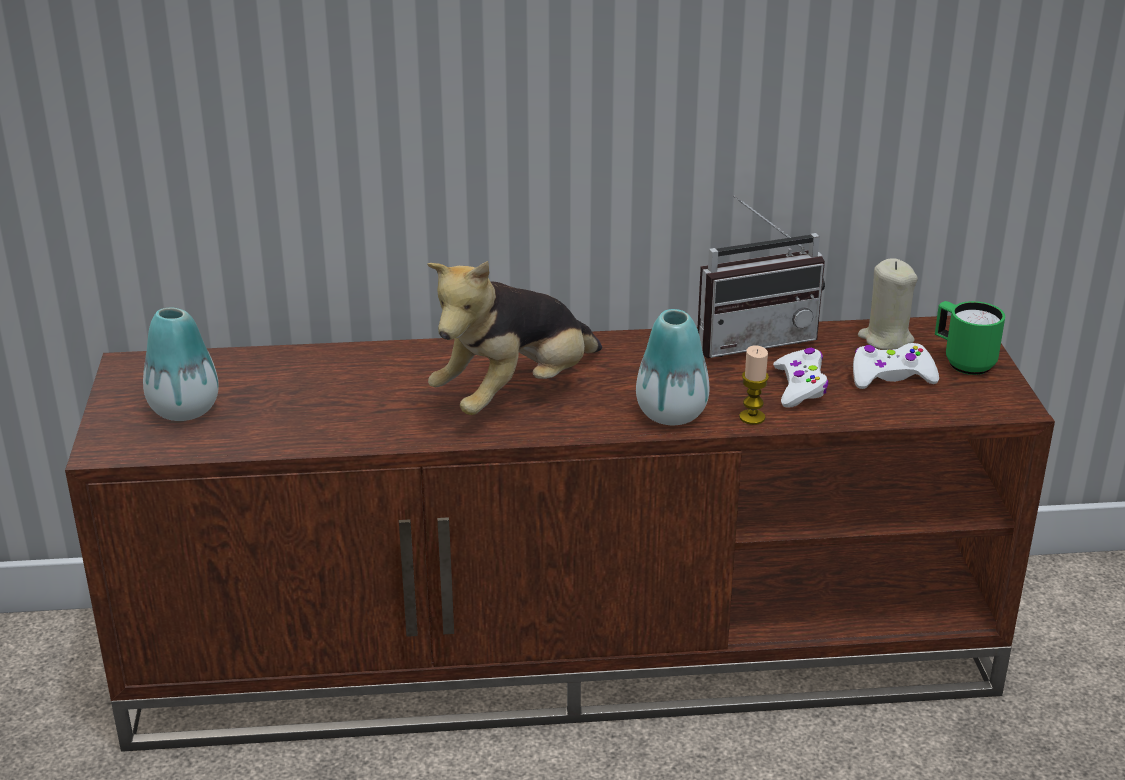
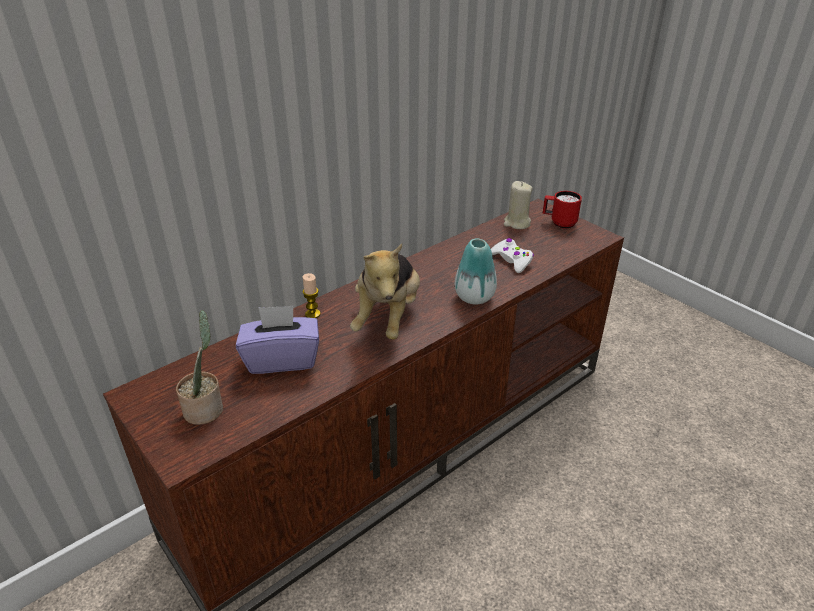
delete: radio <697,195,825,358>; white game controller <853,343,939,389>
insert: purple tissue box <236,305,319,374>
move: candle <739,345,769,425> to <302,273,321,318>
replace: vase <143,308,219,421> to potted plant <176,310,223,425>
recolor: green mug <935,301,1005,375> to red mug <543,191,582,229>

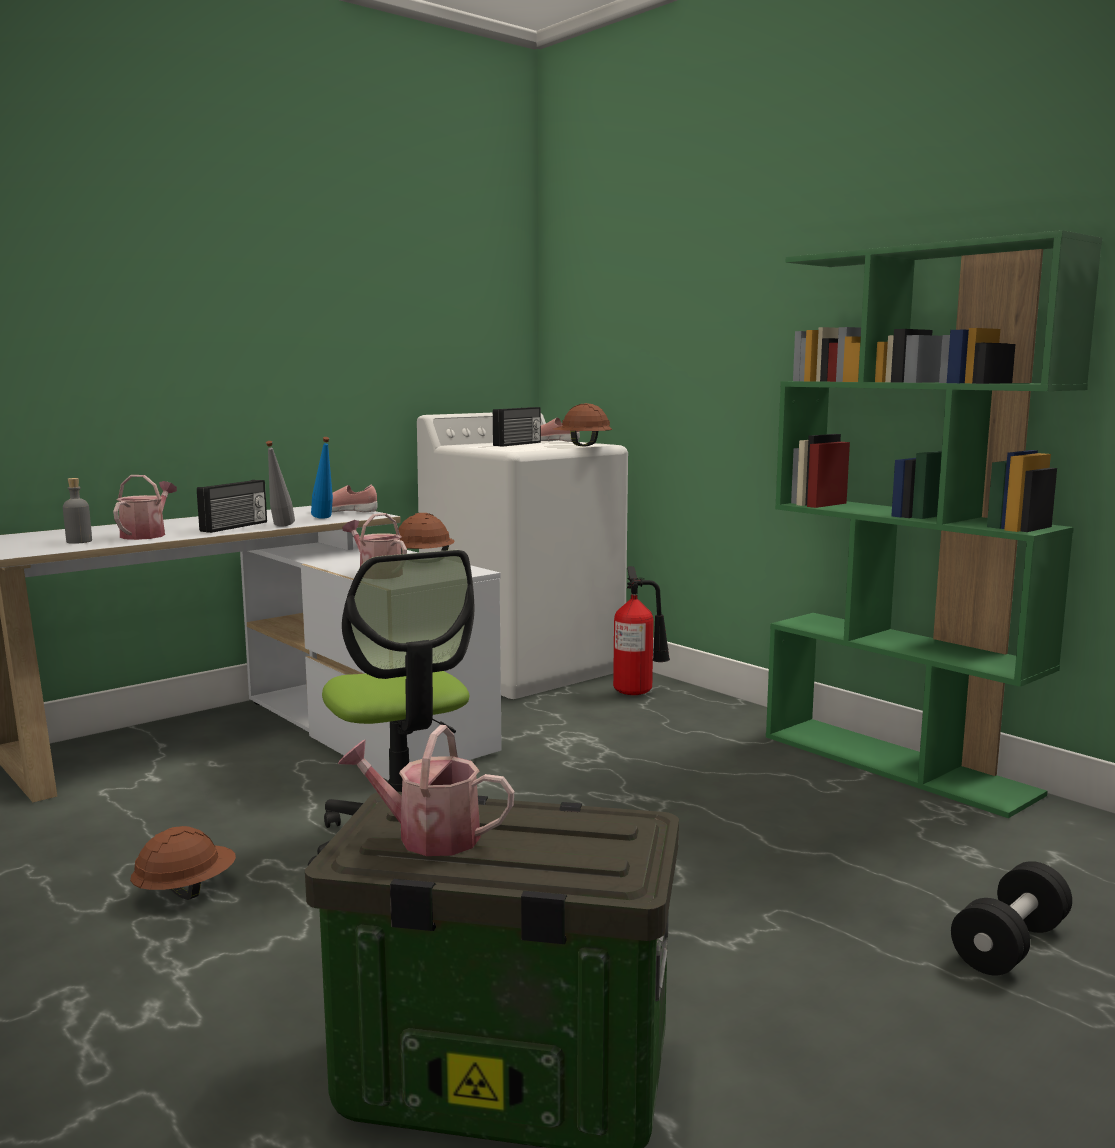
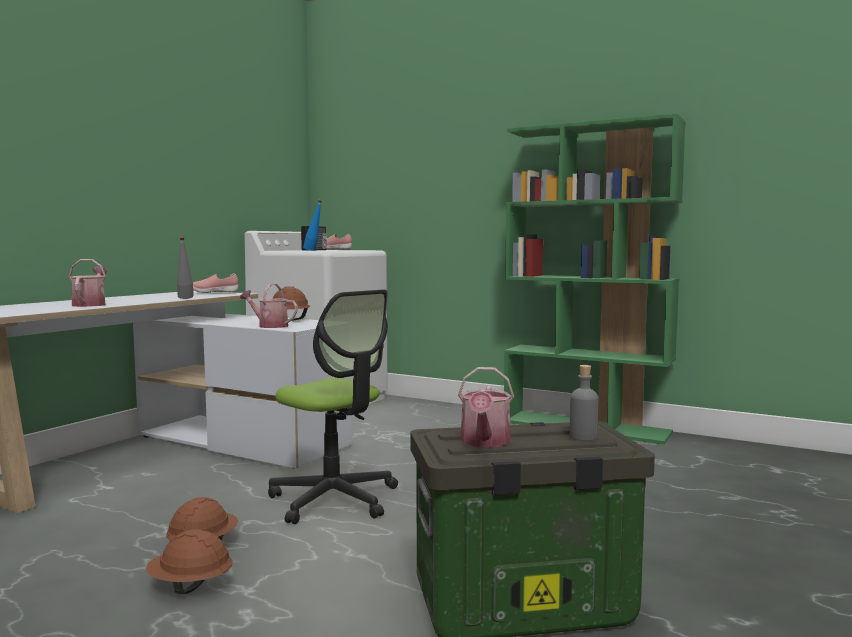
delete: radio <197,480,267,533>; fire extinguisher <613,566,670,695>; black dumbbell <951,861,1072,975>
move: grey bottle <63,478,92,544> to <570,365,598,441>; blue bottle <311,437,333,519> to <303,200,322,251>; brown hard hat <553,403,612,447> to <146,529,233,594>
rotate: watering can <338,725,515,856> = <458,367,514,447> 75 degrees counterclockwise

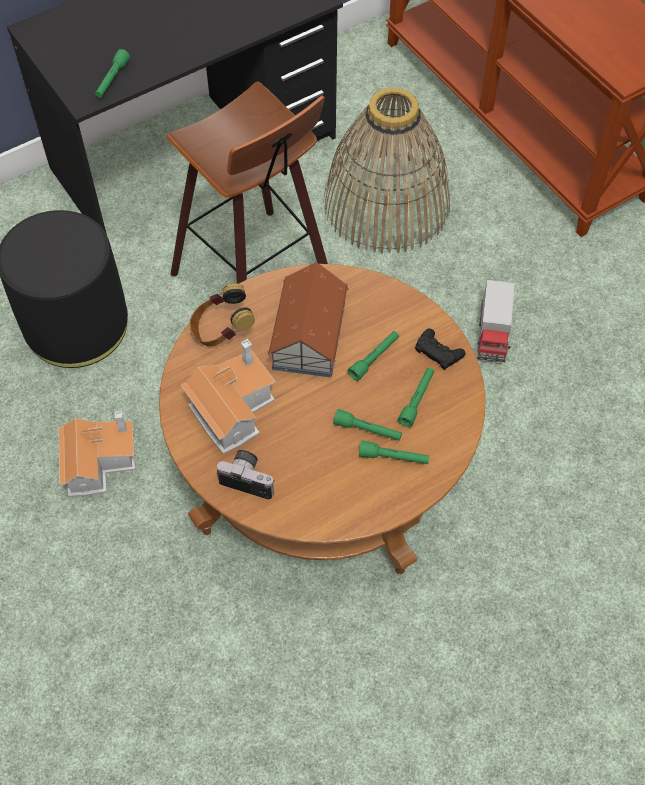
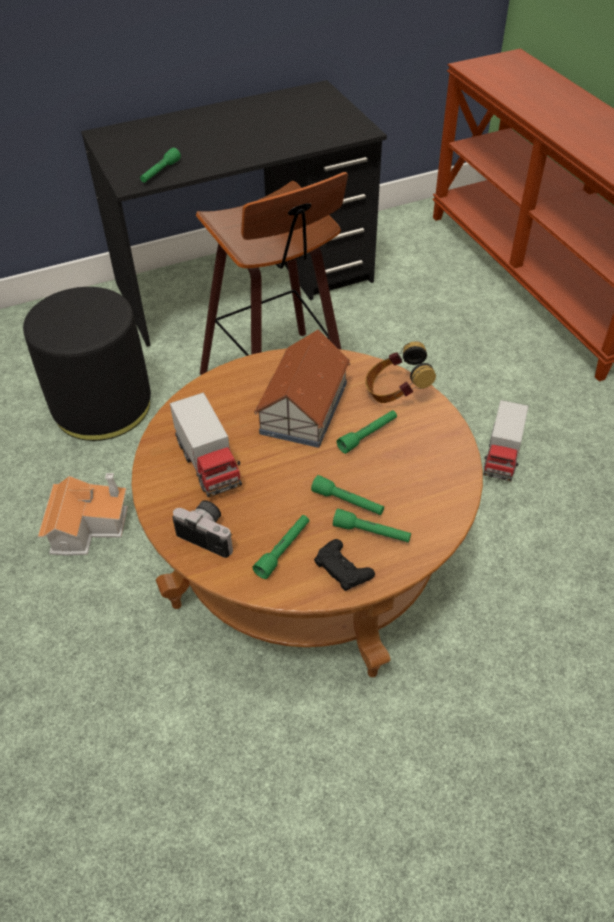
delete: basket <323,87,450,254>
move: headphones <189,283,255,347> to <365,341,436,403>; green flashlight <398,368,434,427> to <252,515,309,579>; black game controller <415,328,466,370> to <314,539,375,591>
replace: toy house <181,339,276,454> to toy truck <170,392,242,497>

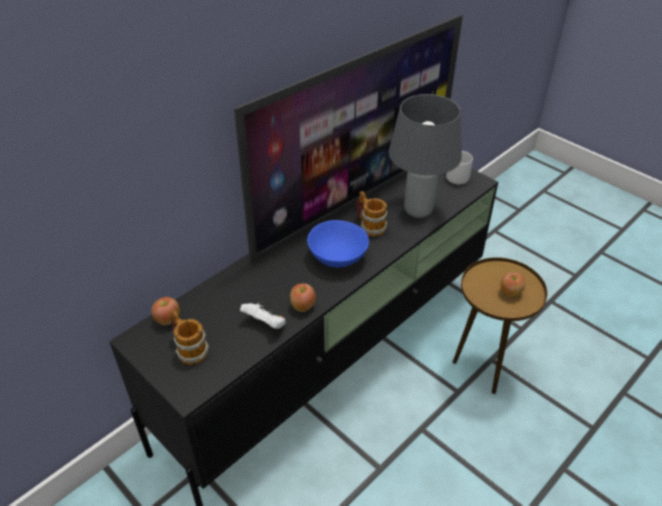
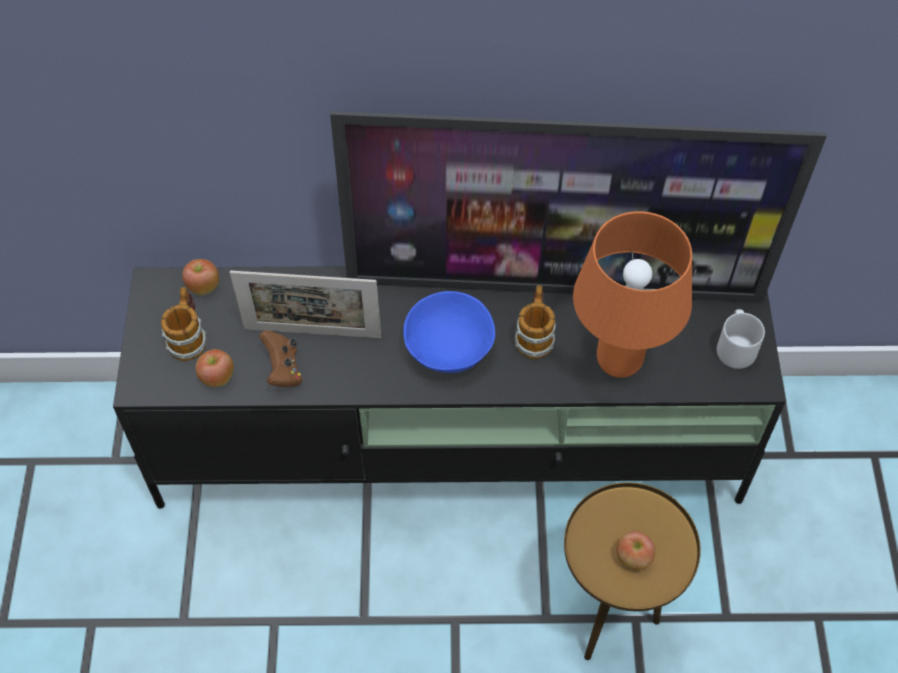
insert: picture frame <230,271,381,338>
move: apple <290,283,316,312> to <195,349,234,387>
recolor: white game controller <240,302,286,329> to brown game controller <259,330,302,387>; grey table lamp <389,94,462,218> to orange table lamp <573,211,692,378>

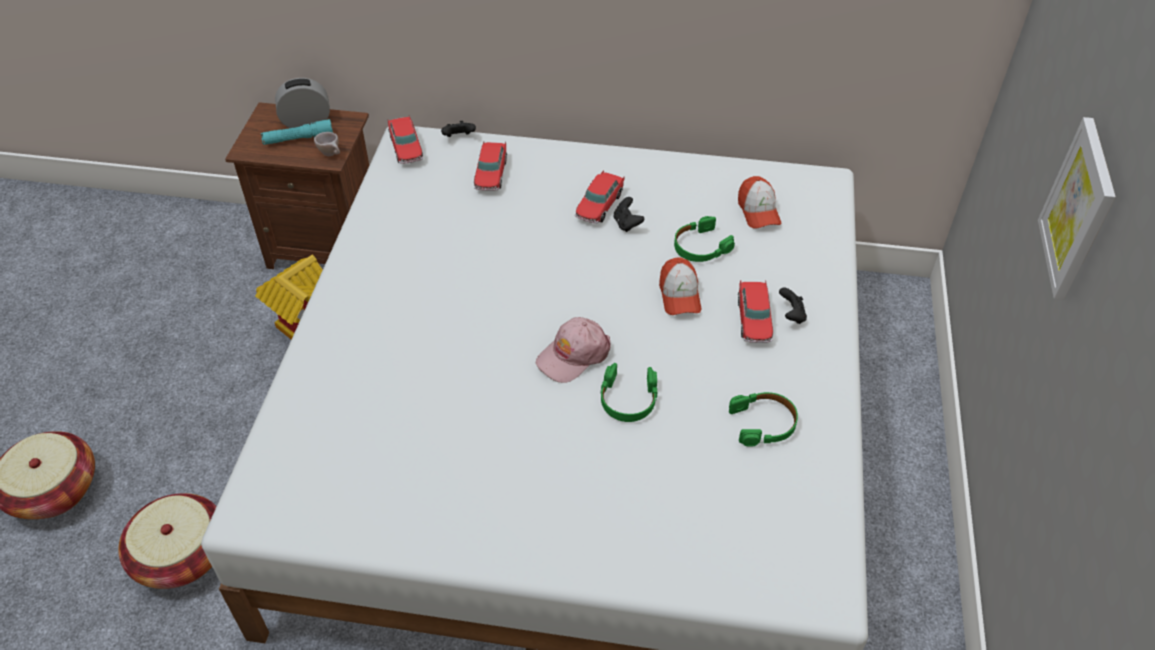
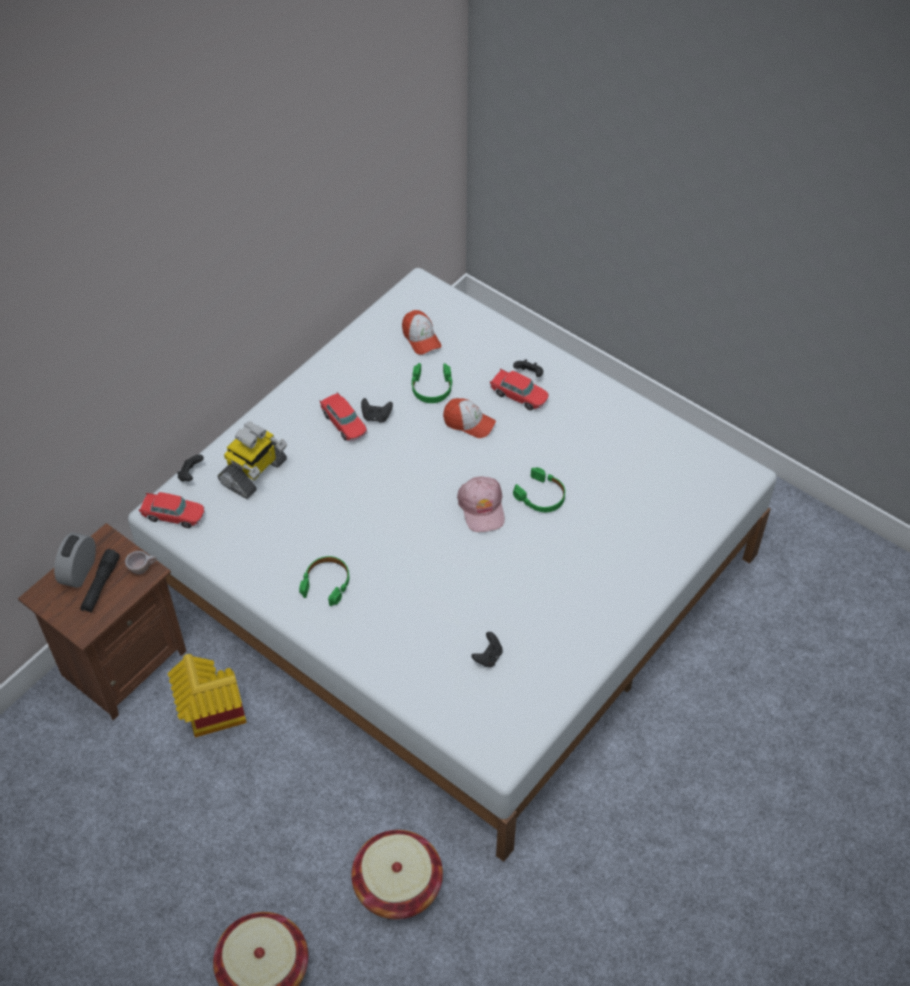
delete: picture <1038,117,1116,300>
insert: black game controller <471,632,503,668>
move: green headphones <729,392,798,447> to <299,556,349,606>
replace: toy car <474,141,507,191> to toy robot <218,421,287,499>
recolor: turquoise flashlight <261,119,333,145> to black flashlight <80,549,120,613>
rotate: cap <738,176,781,228> = <402,310,441,355> 45 degrees clockwise

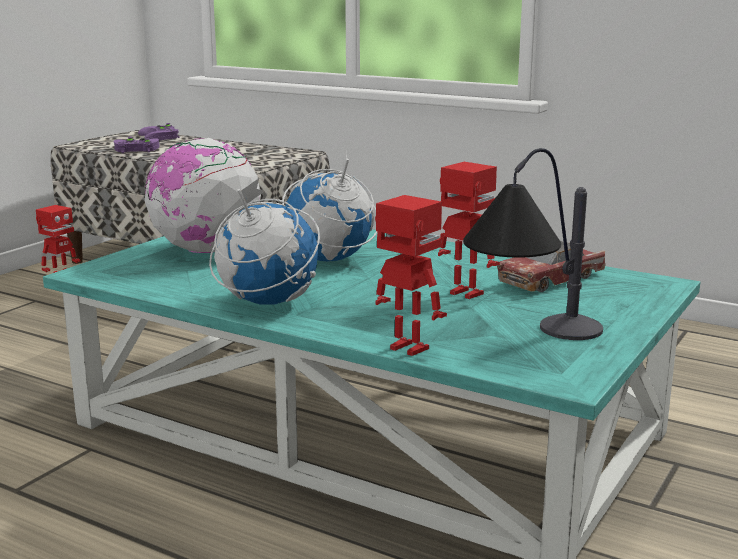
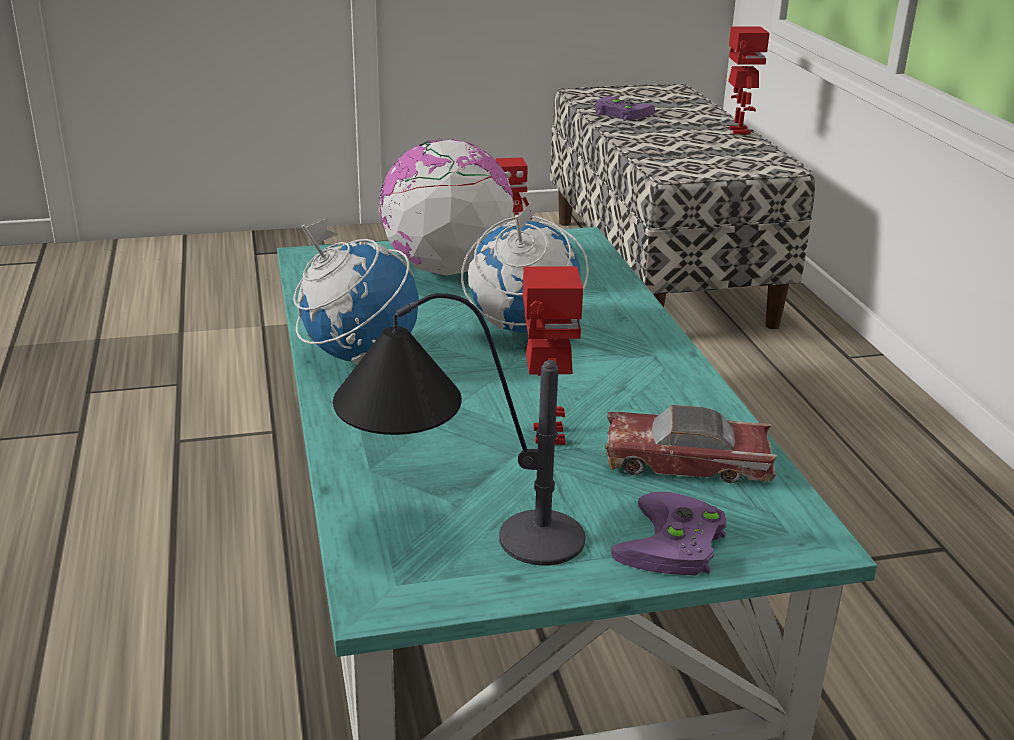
move: purple game controller <138,123,179,140> to <611,492,726,576>; toy robot <375,195,447,356> to <728,26,770,135>

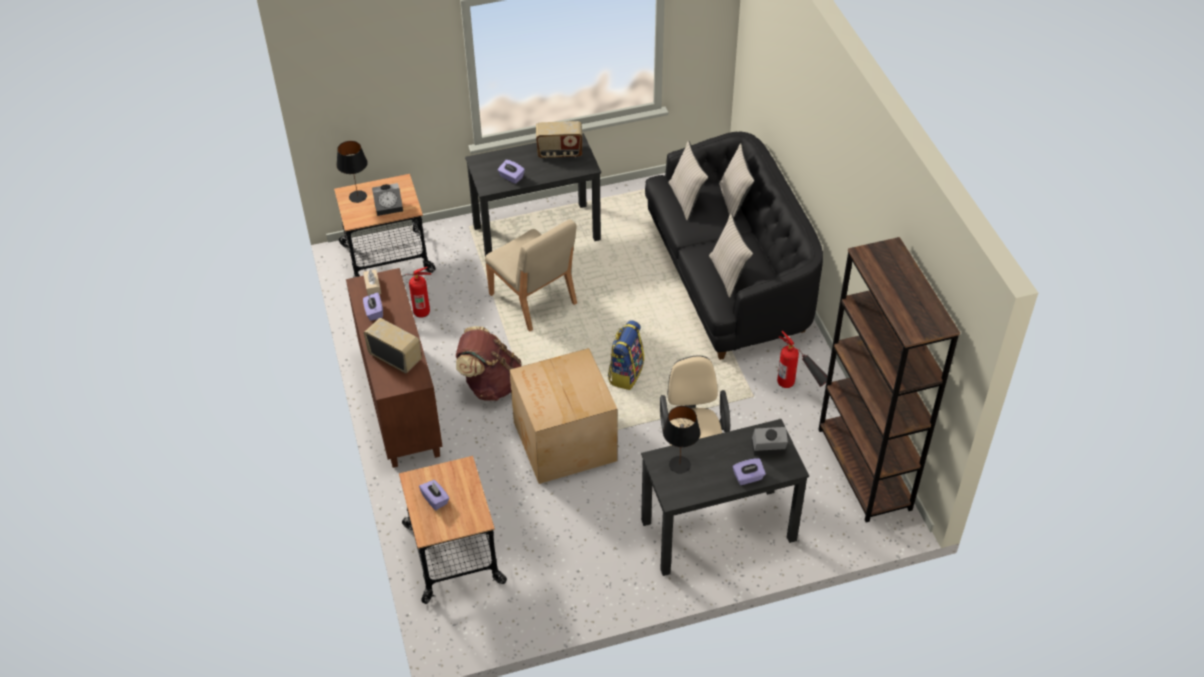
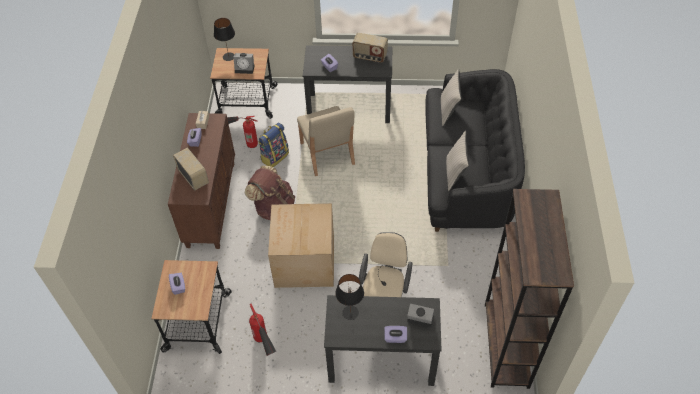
delete: beige pillow <719,143,755,218>
move: backpack <608,320,644,390> to <258,123,289,167>; fire extinguisher <777,331,827,388> to <249,303,276,356>

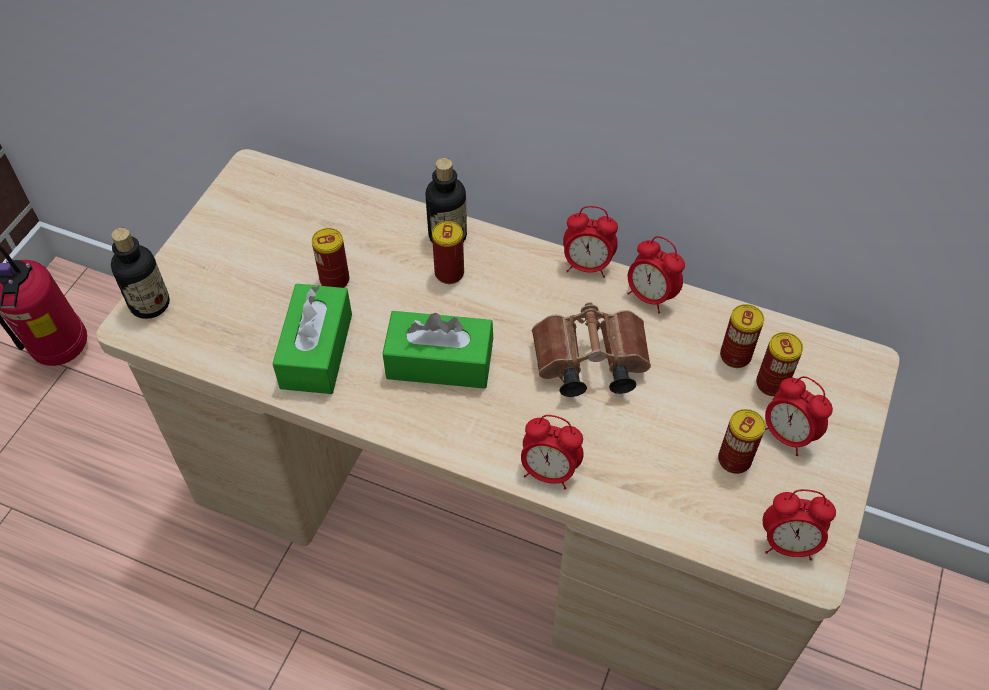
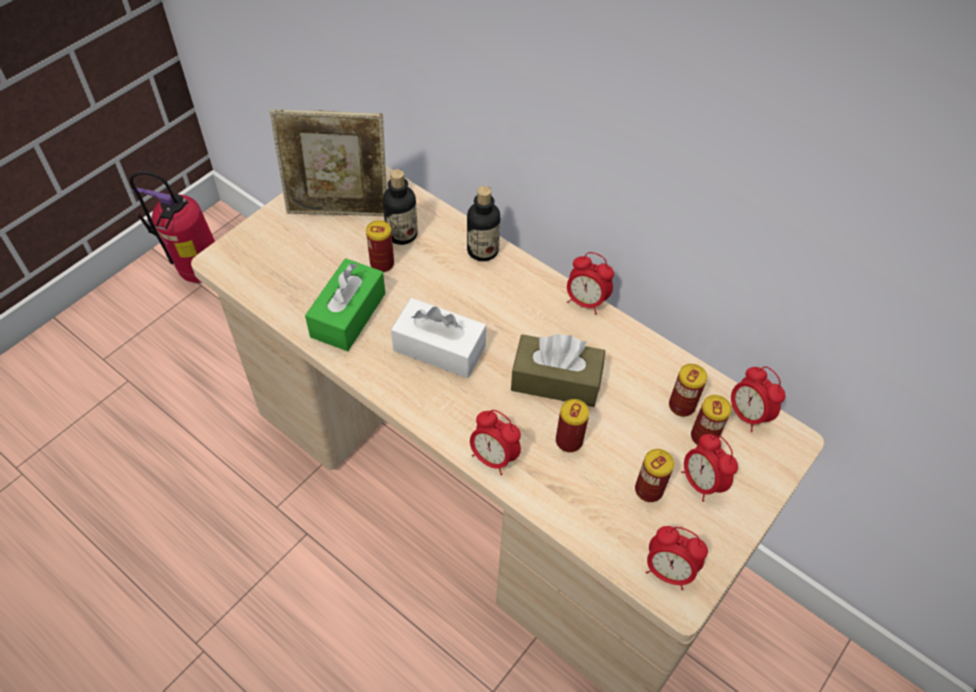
insert: picture frame <270,109,387,216>
move: bottle <111,228,170,319> to <383,169,418,245>; can <432,221,464,284> to <556,399,589,452>; alarm clock <627,236,685,314> to <731,366,786,432>
replace: brown binoculars <532,302,651,397> to brown tissue box <511,334,605,407>
recolor: green tissue box <383,311,493,389> to white tissue box <391,298,486,378>

